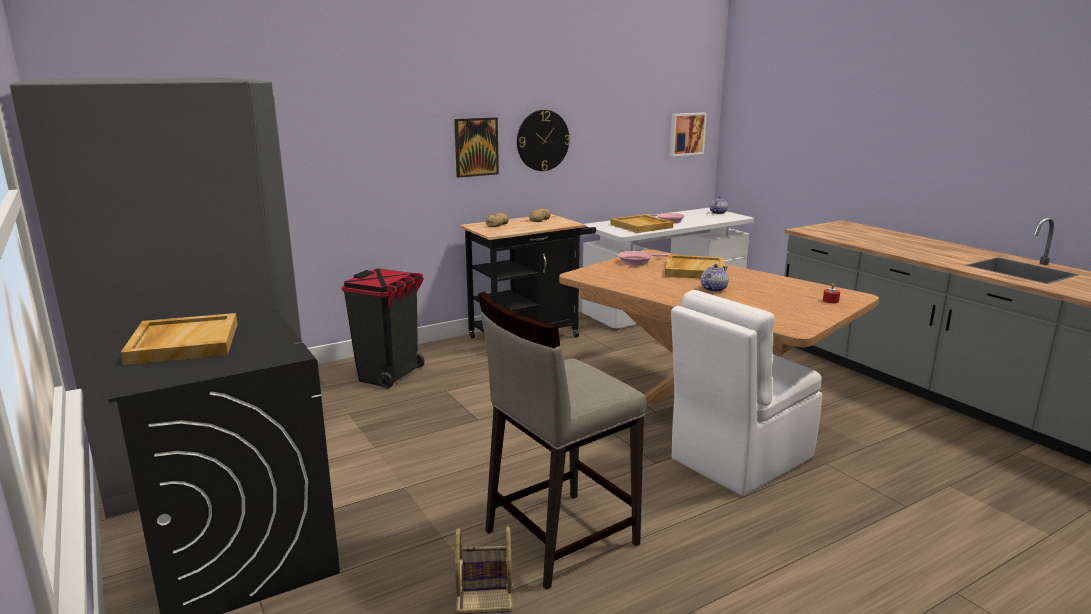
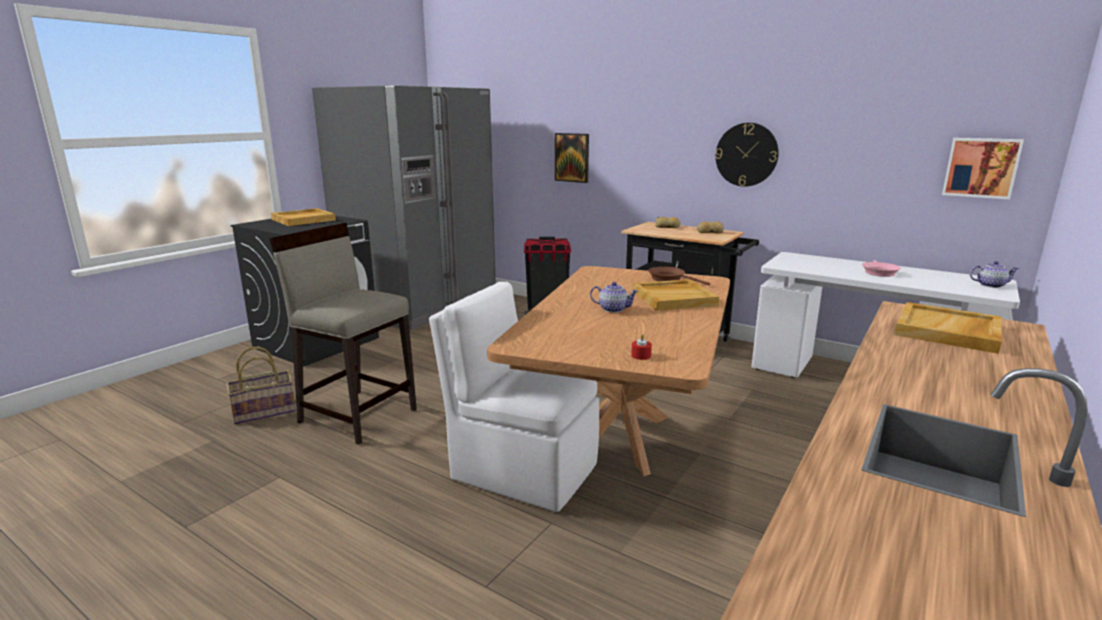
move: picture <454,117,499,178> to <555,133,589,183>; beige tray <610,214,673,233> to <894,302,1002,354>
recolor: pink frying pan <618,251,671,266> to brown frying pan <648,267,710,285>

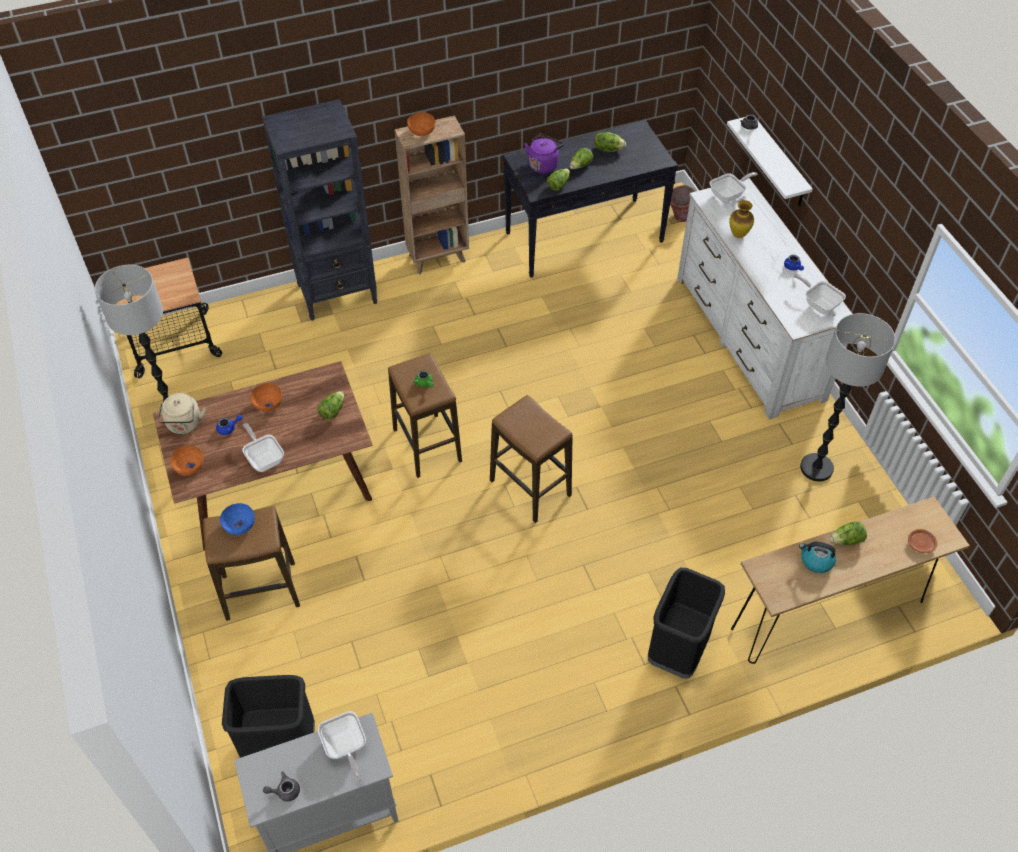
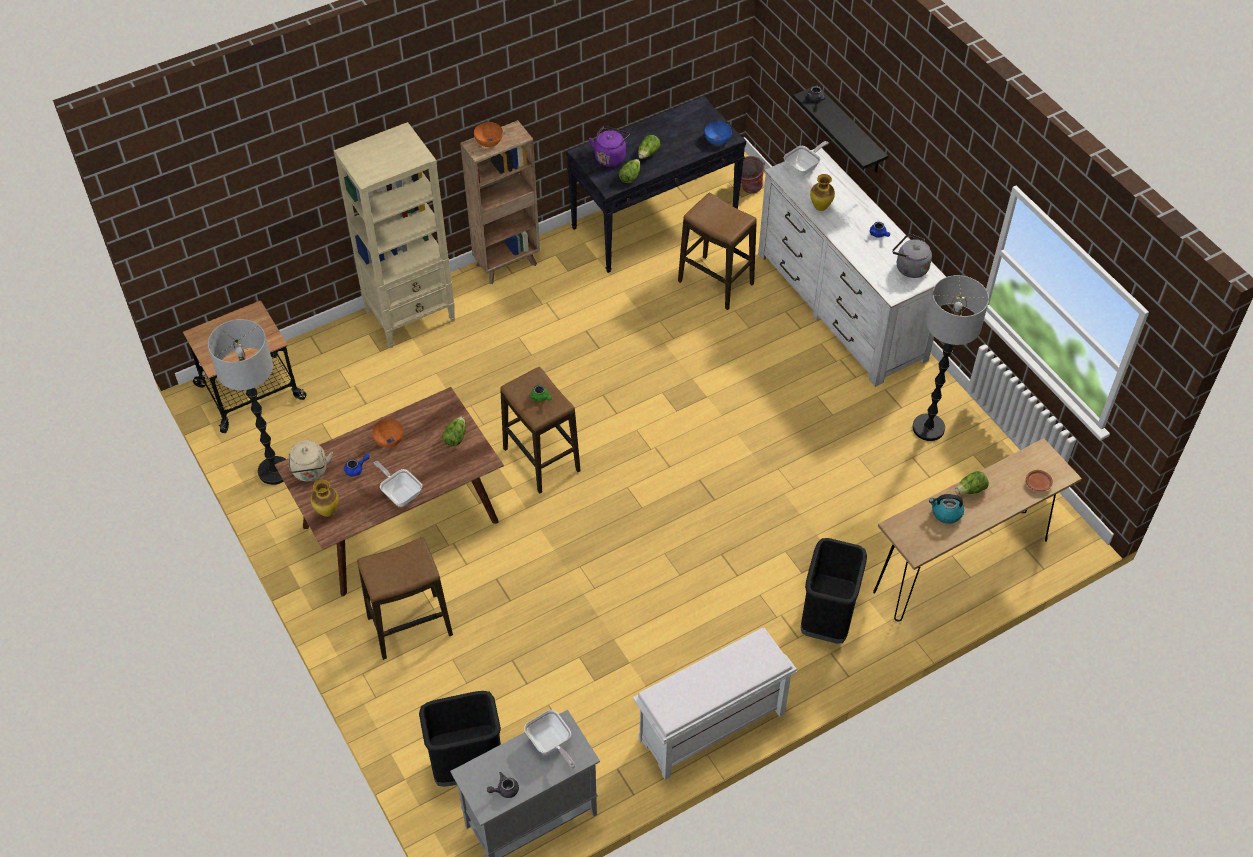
delete: lettuce <594,132,626,152>
insert: white bench <633,628,797,780>
move: blue bowl <220,503,255,535> to <705,121,732,145>; stool <490,395,572,523> to <678,193,756,310>
replace: orange bowl <170,445,204,475> to vase <311,479,339,517>; frying pan <794,274,846,314> to grey kettle <892,234,932,278>
recolor: black bookcase <262,99,378,321> to beige bookcase <334,122,455,348>; white shelf <727,117,813,206> to black shelf <793,85,888,173>

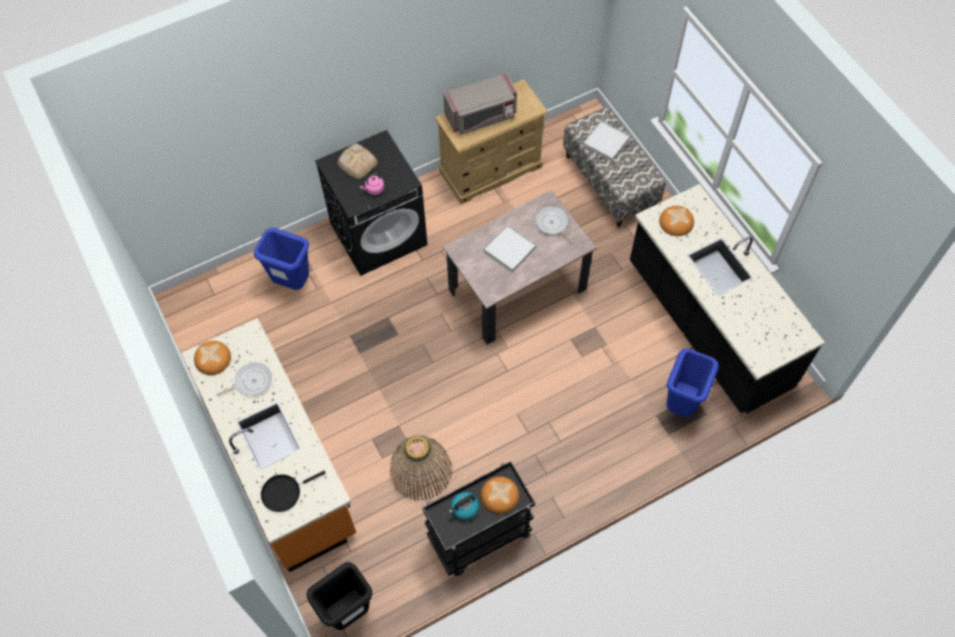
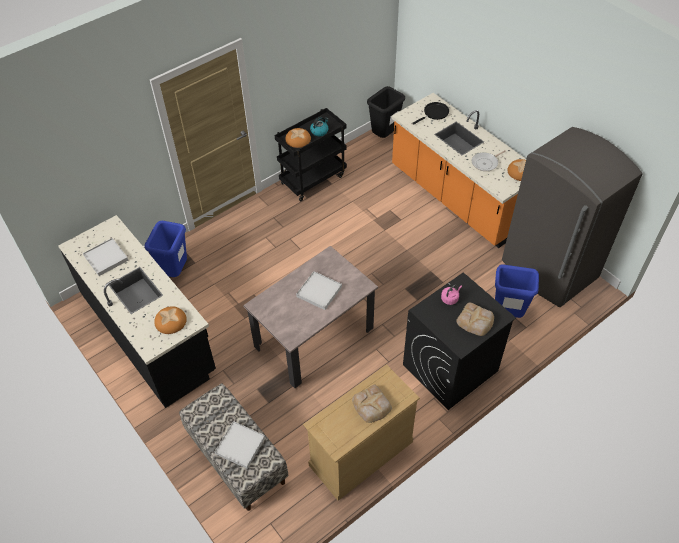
delete: basket <390,435,452,501>; frying pan <535,206,575,245>
insert: white tray <83,238,128,276>; grey fridge <502,127,643,307>
replace: grey microwave <443,73,517,135> to bread <352,385,392,423>

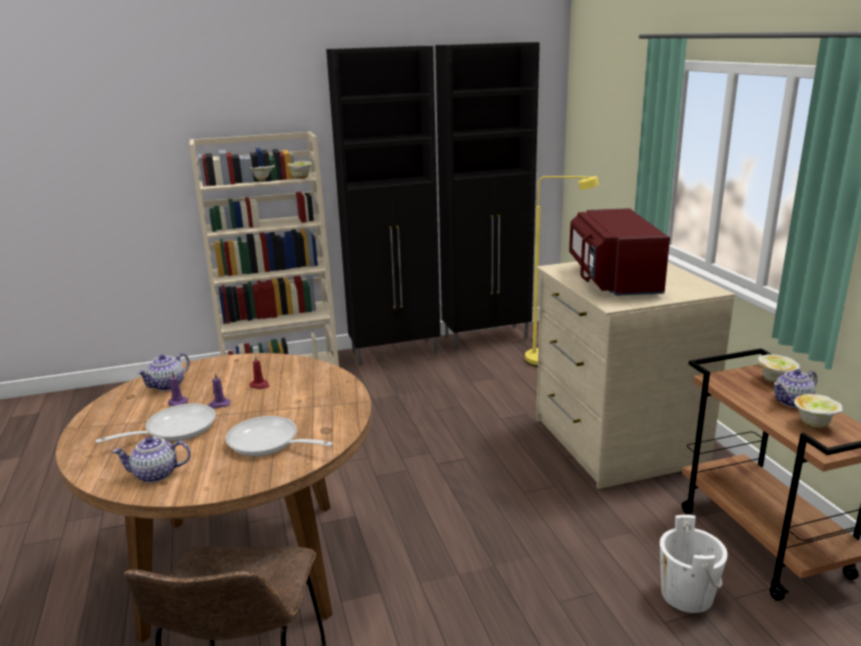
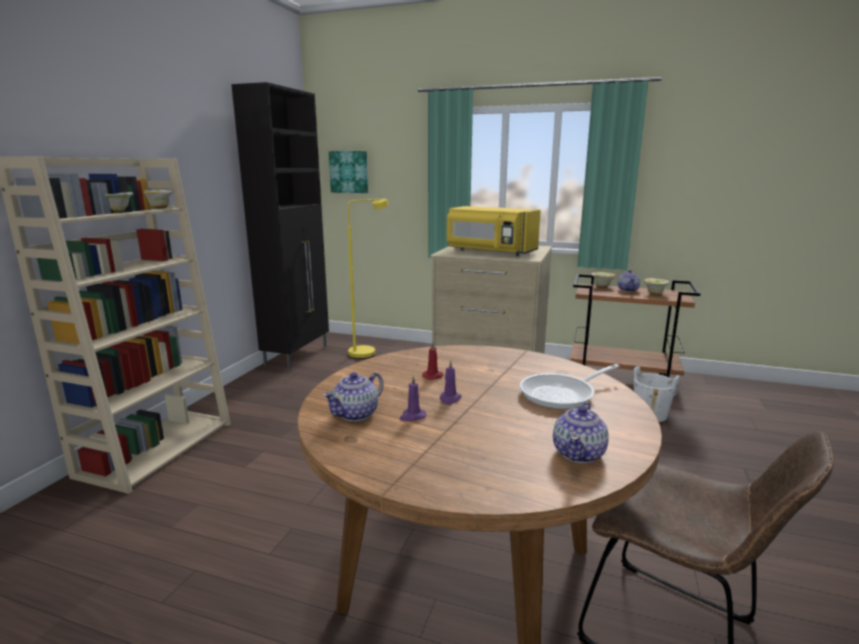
delete: frying pan <95,404,216,443>; black cabinet <326,46,440,365>
insert: picture <329,151,368,193>
recolor: red microwave <569,208,670,296> to yellow microwave <447,206,541,256>
rotate: teapot <137,353,190,391> = <323,372,384,421> 60 degrees clockwise

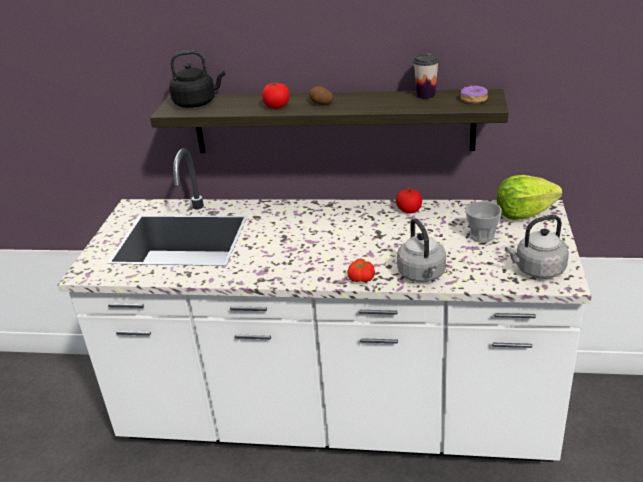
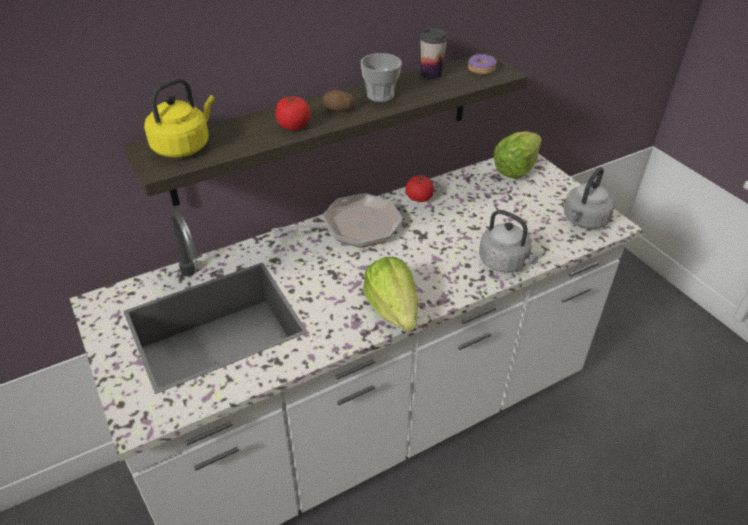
delete: tomato <348,259,375,282>
insert: frying pan <271,193,403,248>; lettuce <363,257,418,331>
move: cup <466,201,502,243> to <361,53,402,102>
recolor: black kettle <169,51,225,108> to yellow kettle <144,78,215,158>

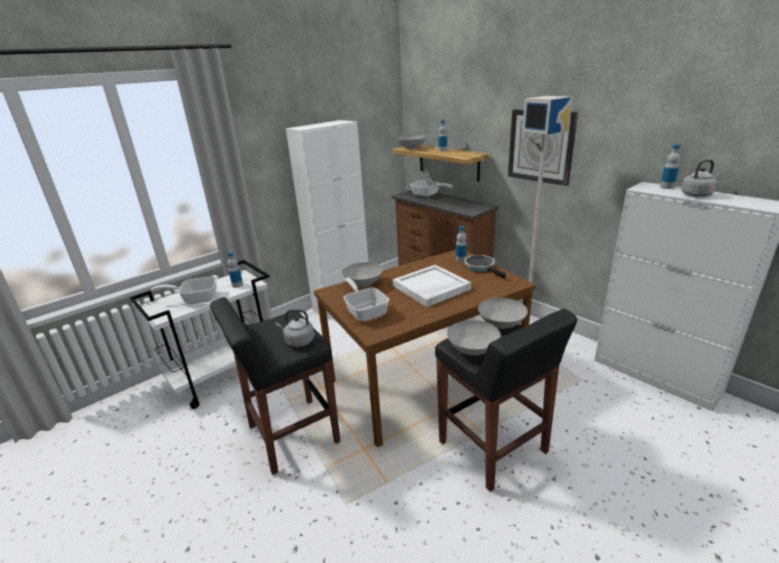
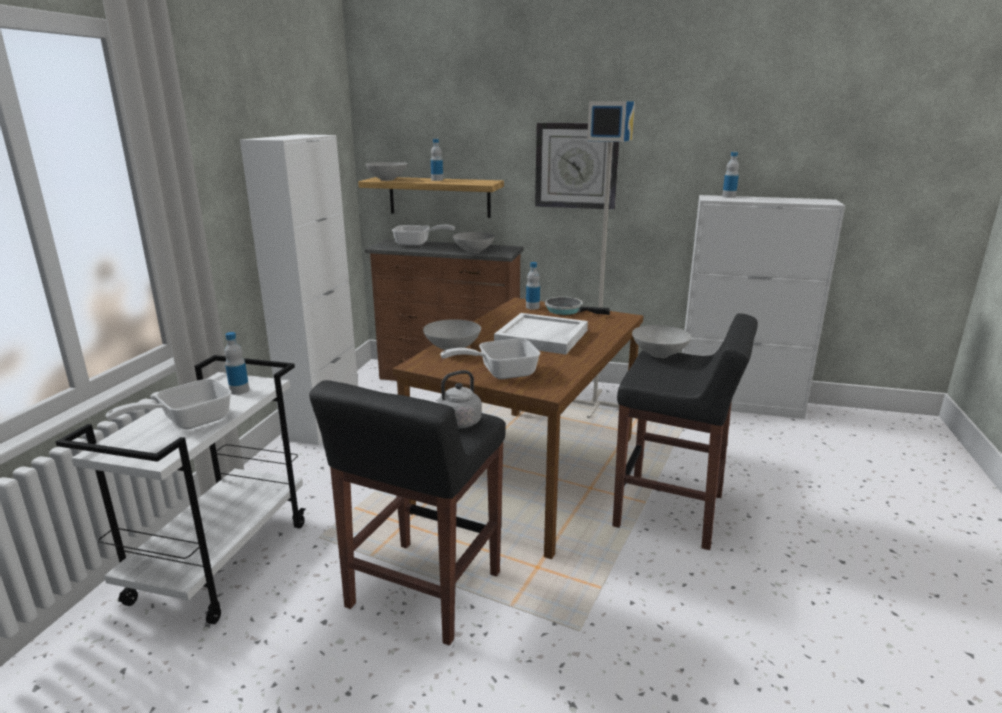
delete: grey kettle <681,160,721,197>
move: grey bowl <447,320,501,355> to <453,232,495,253>
rotate: frying pan <343,278,389,322> = <440,339,541,379> 45 degrees counterclockwise

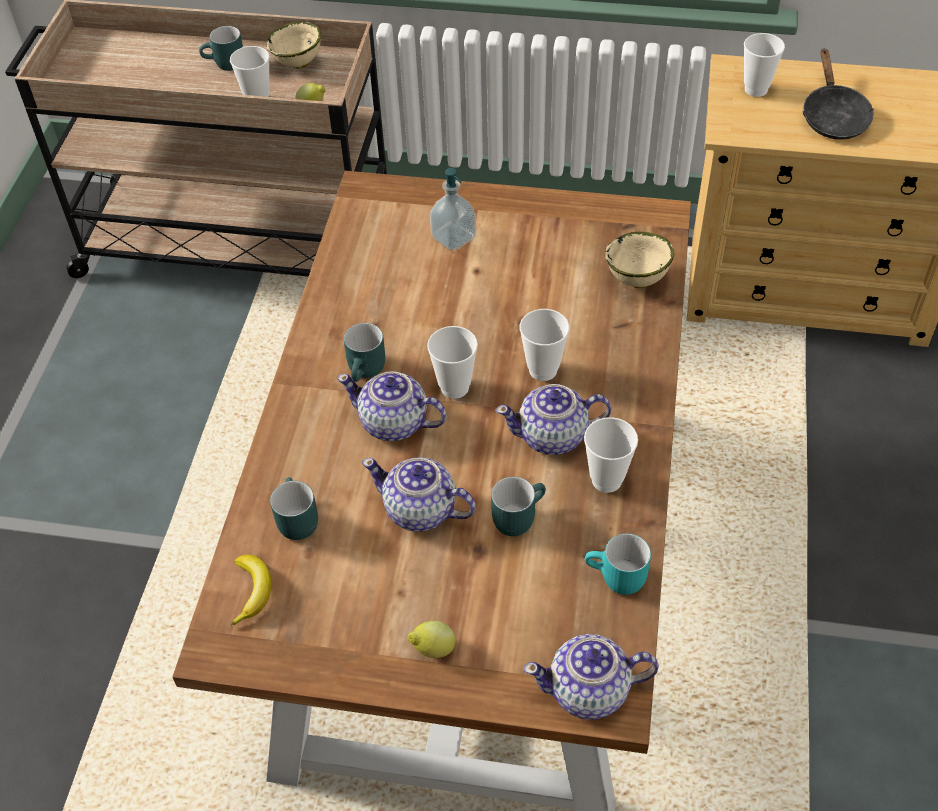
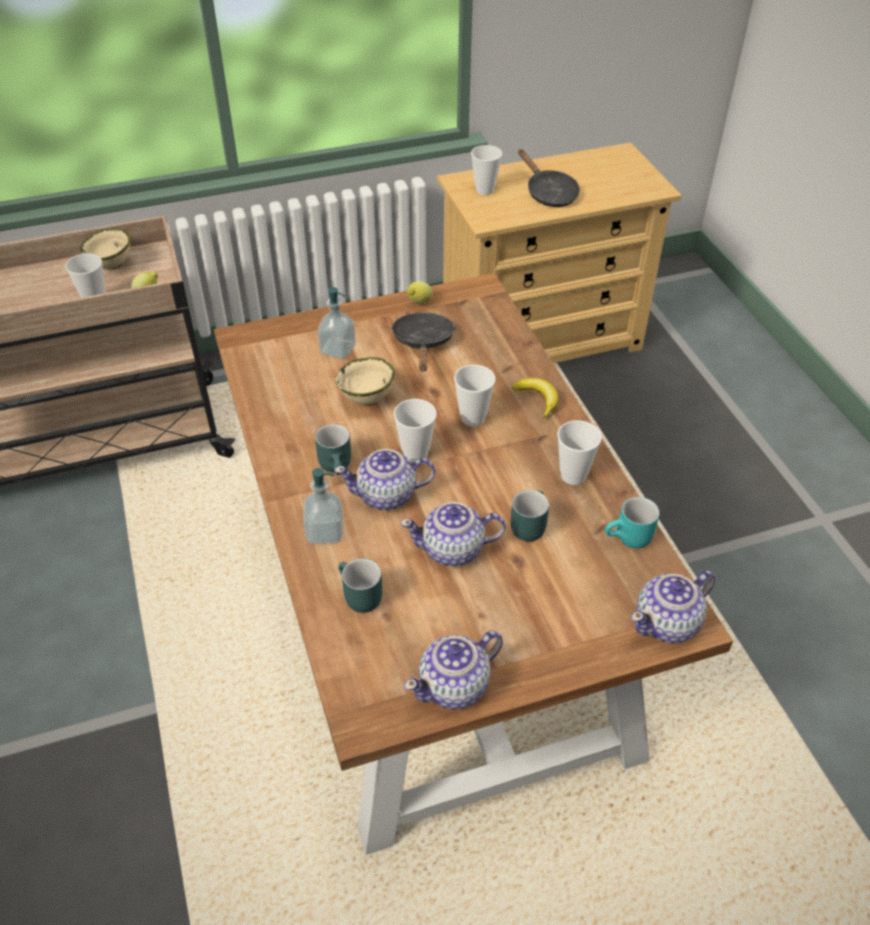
delete: turquoise mug <199,26,243,71>
insert: soap dispenser <303,468,343,545>; black frying pan <391,312,456,372>
move: banana <230,554,272,626> to <512,378,558,419>; lemon <408,621,456,658> to <407,281,433,304>; teapot <495,384,611,455> to <404,630,503,710>; beige bowl <605,232,674,288> to <335,357,395,406>

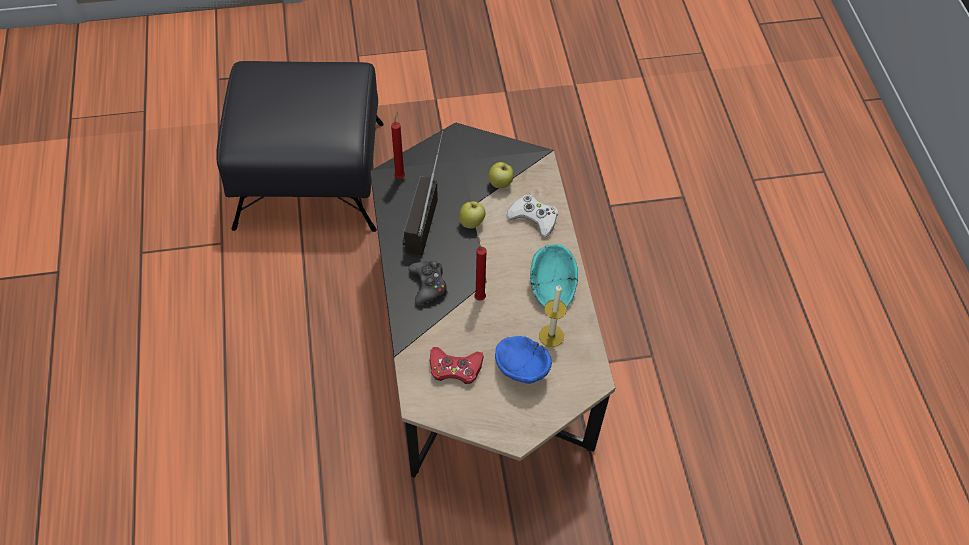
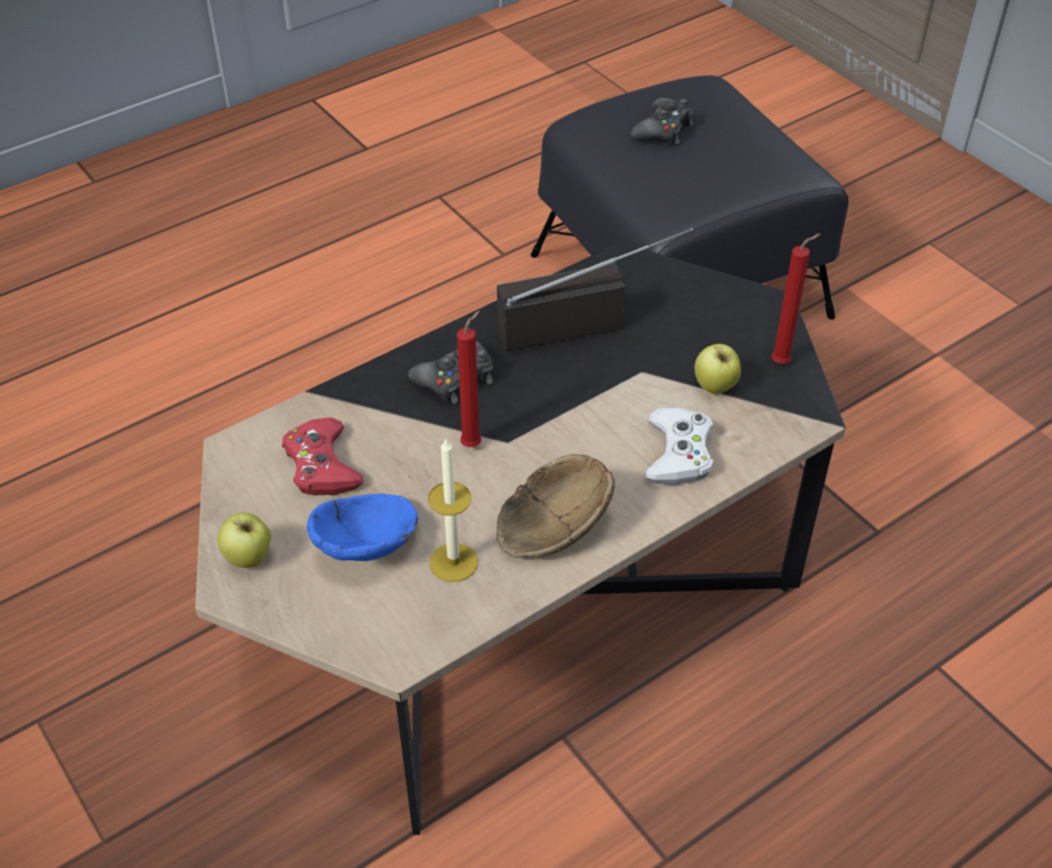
insert: black game controller <631,98,693,145>
move: red candle <391,112,405,179> to <771,234,821,364>; apple <459,201,485,228> to <218,513,271,568>
recolor: turquoise bowl <530,244,578,307> to brown bowl <496,454,615,558>

